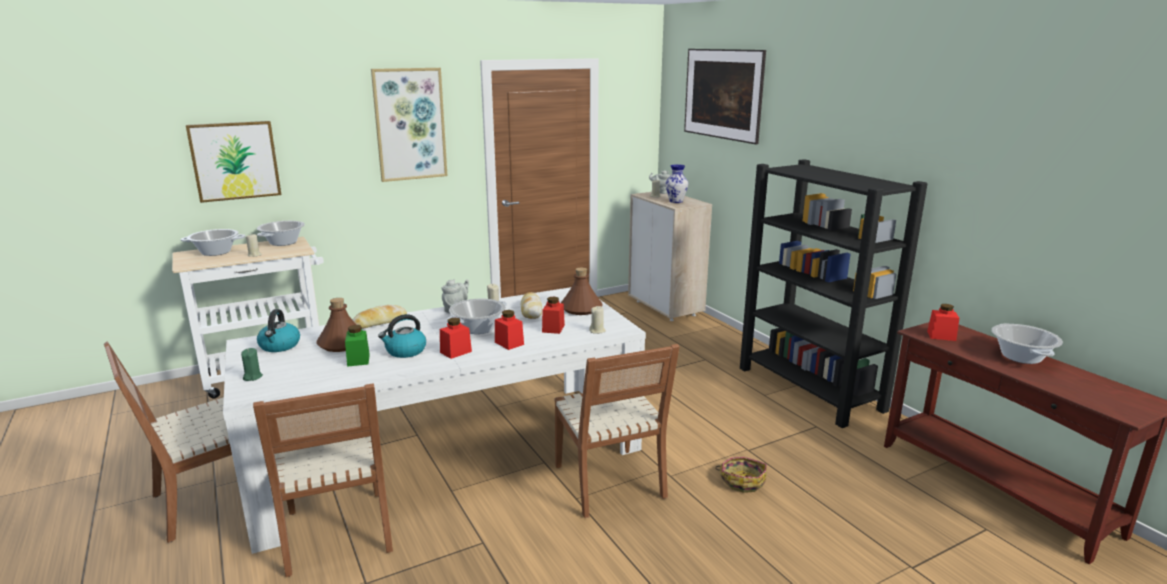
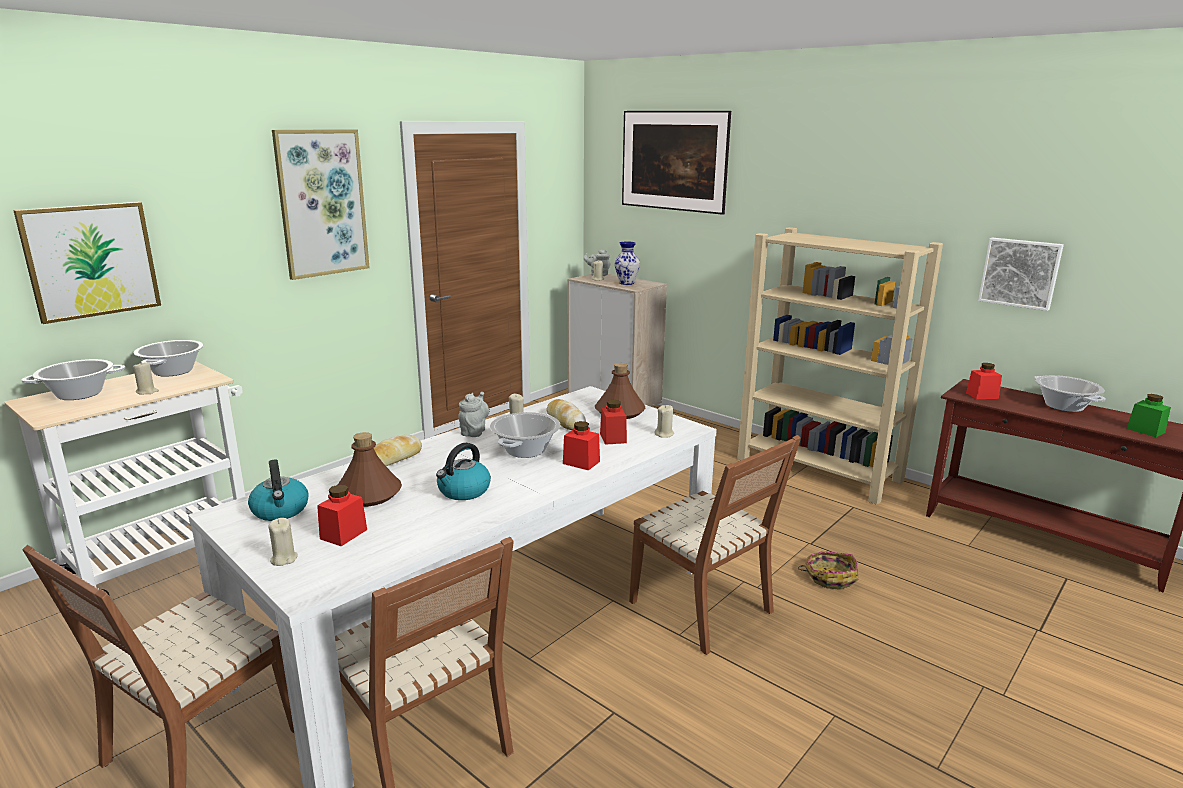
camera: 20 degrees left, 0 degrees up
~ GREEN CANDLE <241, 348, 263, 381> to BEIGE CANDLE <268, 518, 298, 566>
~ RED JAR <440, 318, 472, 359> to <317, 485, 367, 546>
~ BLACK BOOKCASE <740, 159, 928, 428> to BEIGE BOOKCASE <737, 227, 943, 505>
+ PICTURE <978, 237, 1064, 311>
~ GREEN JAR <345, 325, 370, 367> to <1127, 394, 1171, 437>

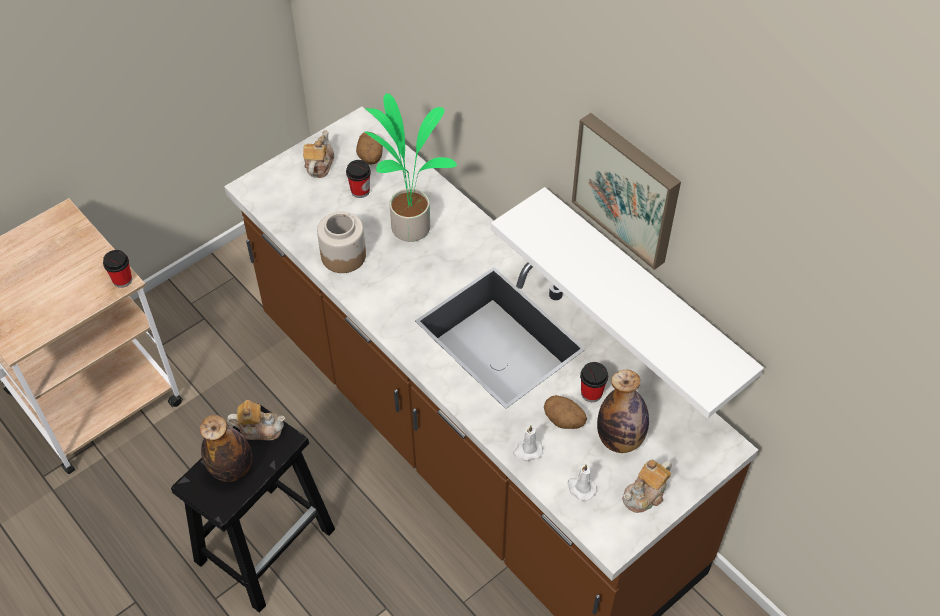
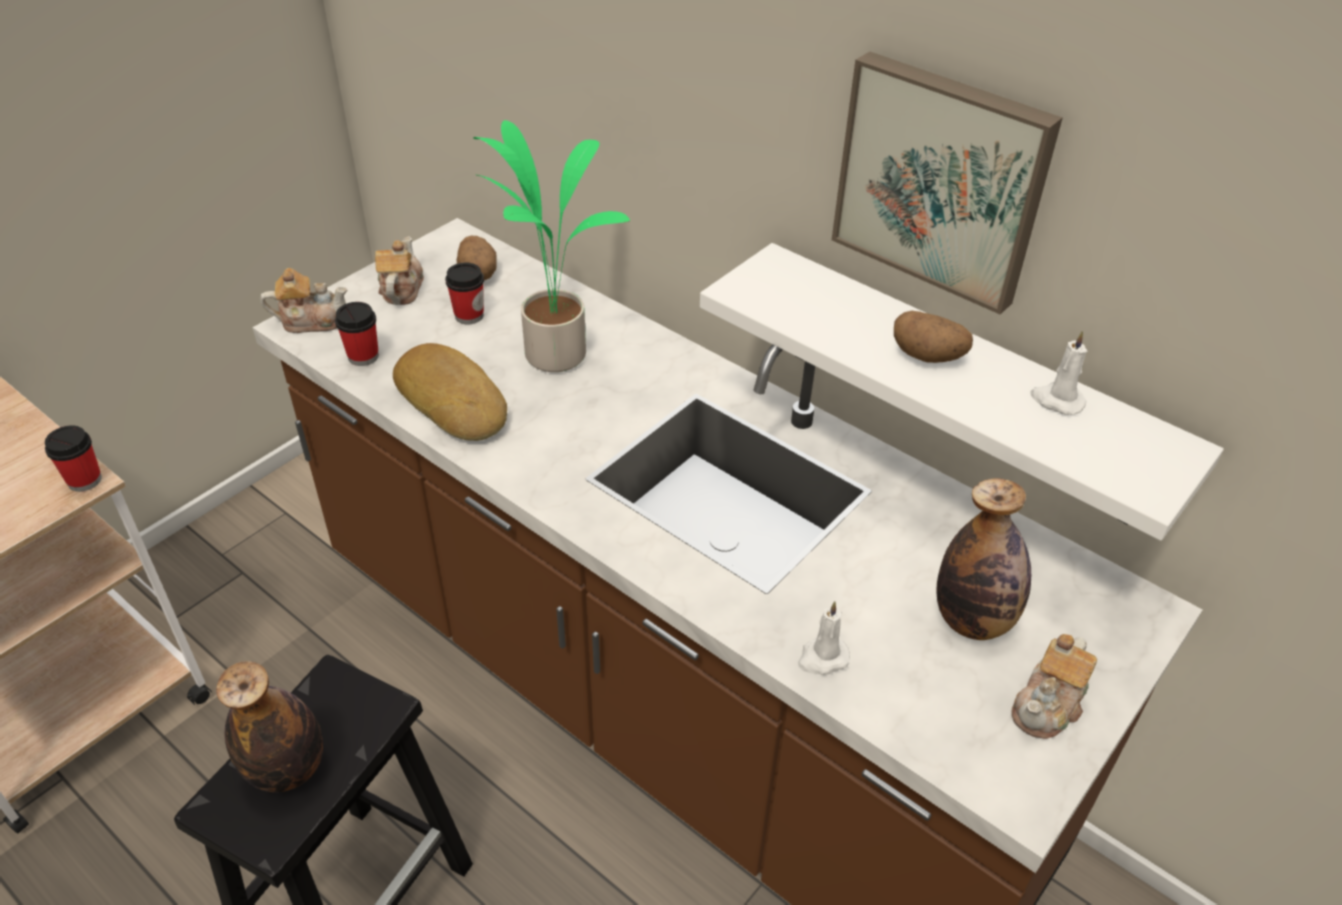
camera: 10 degrees left, 10 degrees down
~ TEAPOT <227, 400, 285, 440> to <261, 268, 348, 333>
~ CUP <580, 362, 608, 402> to <335, 302, 379, 366>
~ JAR <317, 212, 366, 273> to BREAD <393, 343, 507, 441>
~ POTATO <544, 395, 587, 429> to <894, 311, 973, 363>
~ WHITE CANDLE <567, 464, 597, 501> to <1030, 331, 1087, 415>

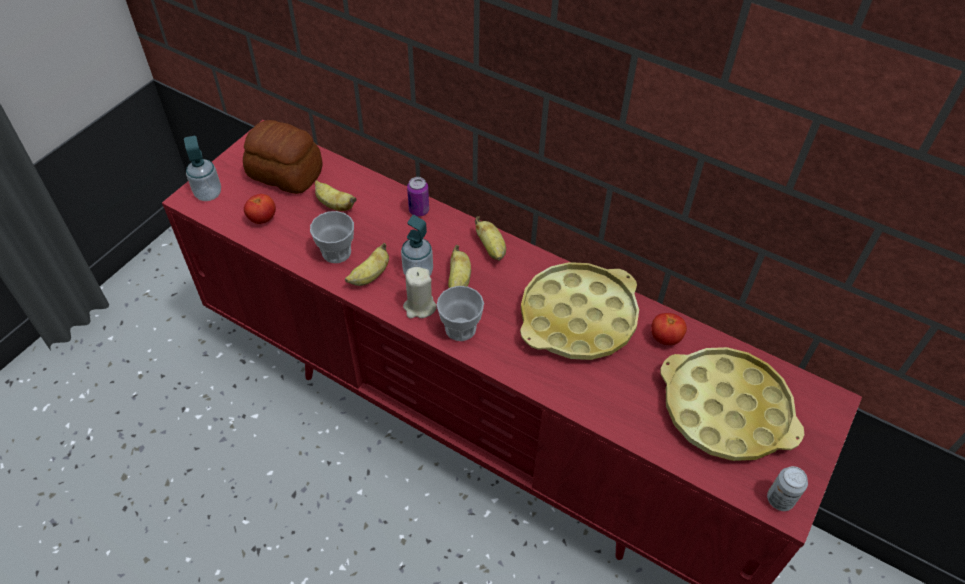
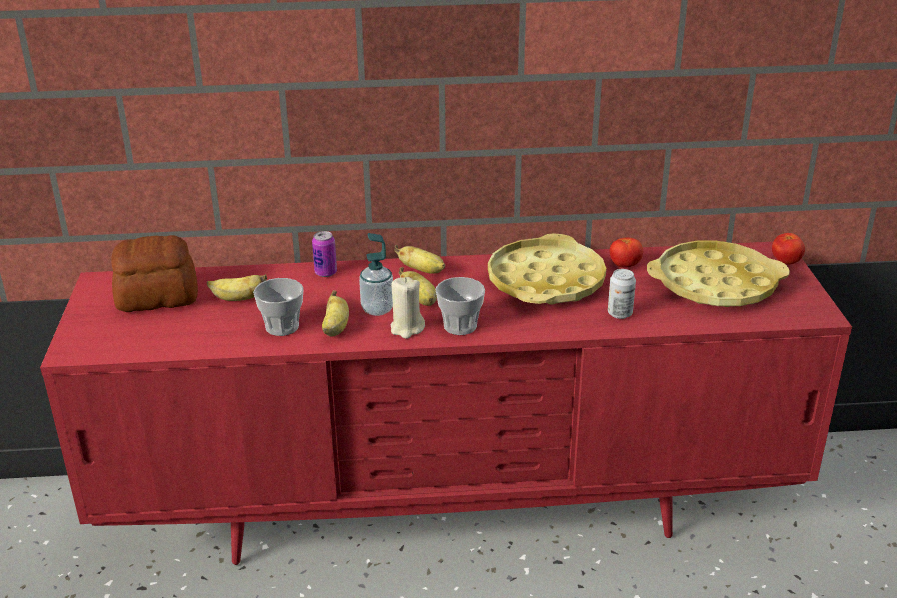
camera: 35 degrees left, 20 degrees down
~ CAN <767, 466, 808, 511> to <608, 269, 636, 319>
~ TOMATO <244, 194, 276, 224> to <772, 233, 805, 265>
- SOAP DISPENSER <184, 136, 221, 201>

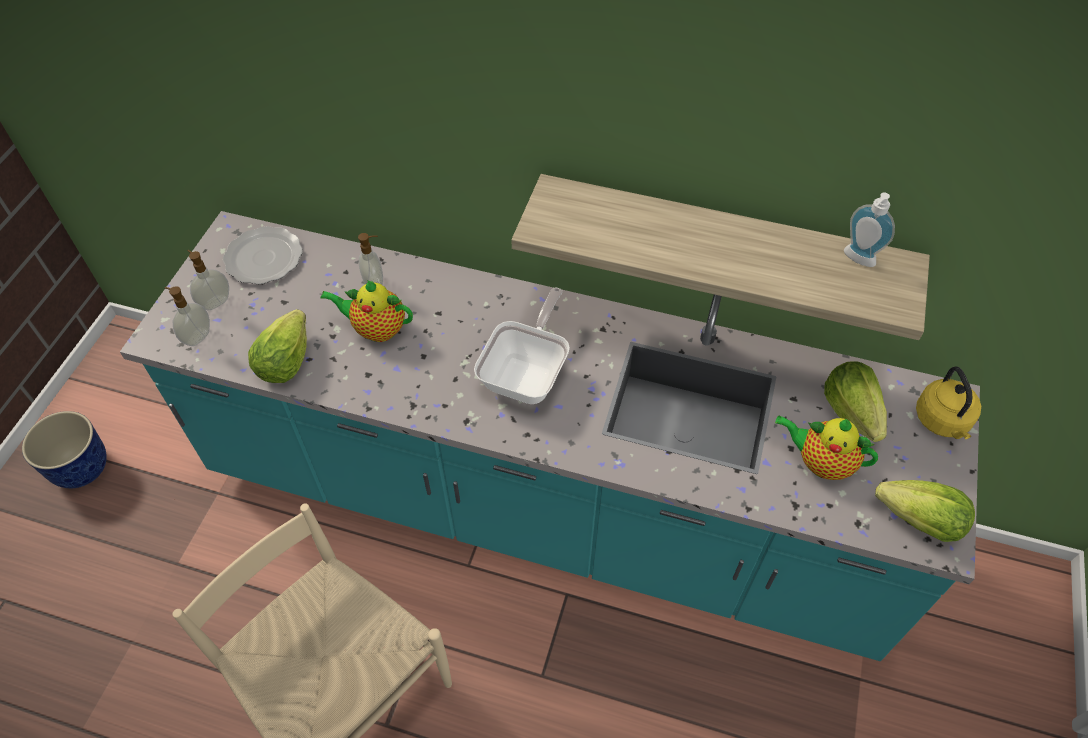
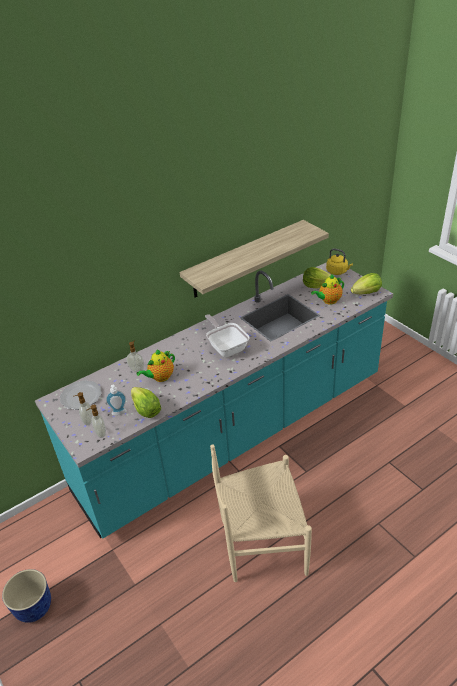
camera: 50 degrees left, 15 degrees down
~ SOAP DISPENSER <844, 193, 895, 267> to <106, 385, 127, 416>

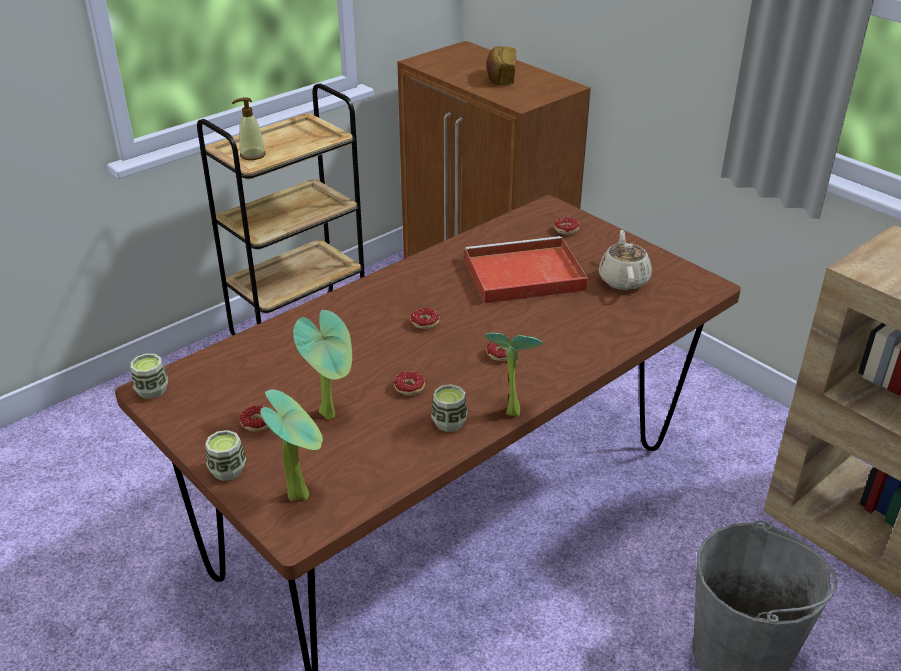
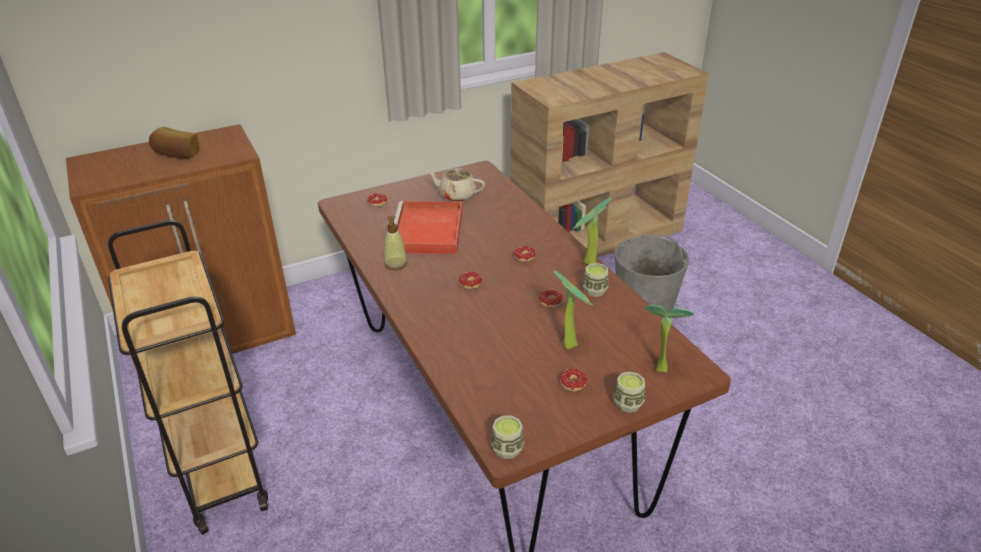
camera: 75 degrees left, 0 degrees up
~ SOAP DISPENSER <232, 97, 265, 160> to <384, 216, 407, 270>

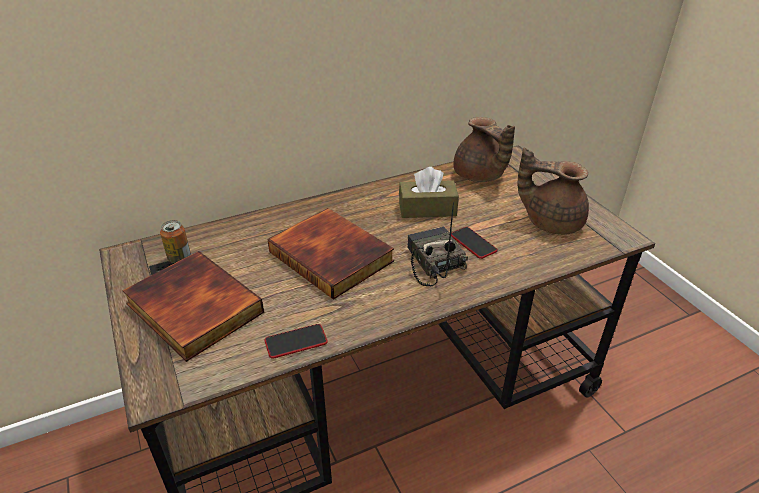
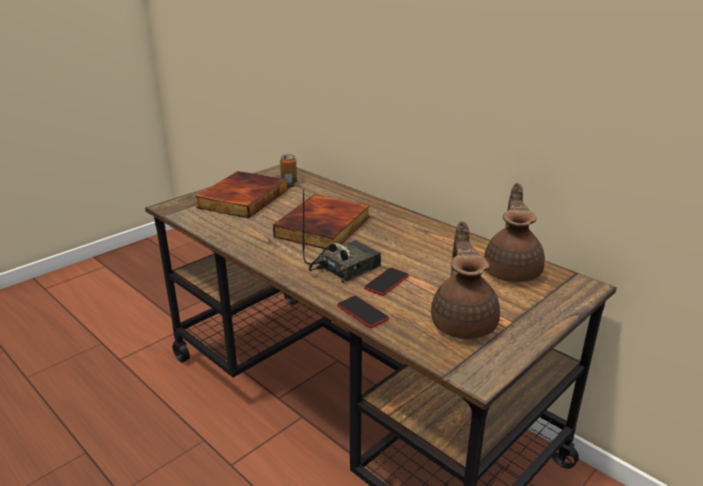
camera: 70 degrees right, 10 degrees down
~ PHONE <265, 324, 328, 359> to <337, 296, 389, 328>
~ BROWN TEAPOT <453, 117, 515, 182> = <484, 183, 545, 282> 150 degrees clockwise
- BROWN TISSUE BOX <399, 167, 459, 218>

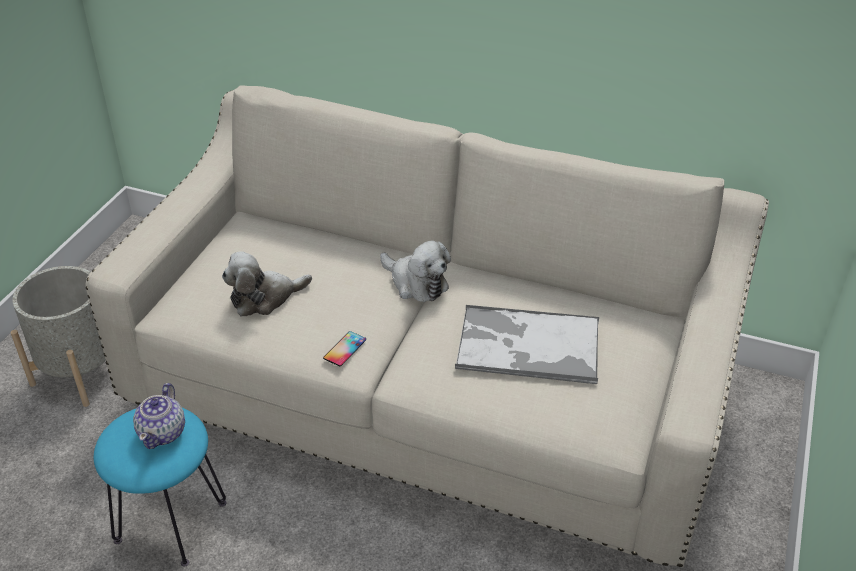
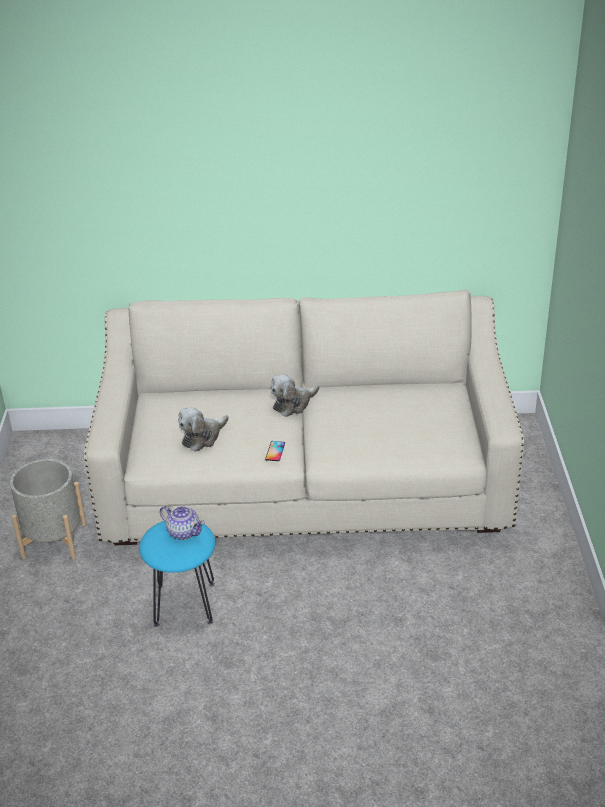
camera: 20 degrees left, 5 degrees down
~ TEAPOT <133, 383, 185, 449> = <160, 506, 205, 540> 45 degrees counterclockwise
~ PLUSH TOY <380, 240, 451, 302> = <271, 375, 320, 417> 120 degrees clockwise
- TRAY <455, 305, 599, 384>

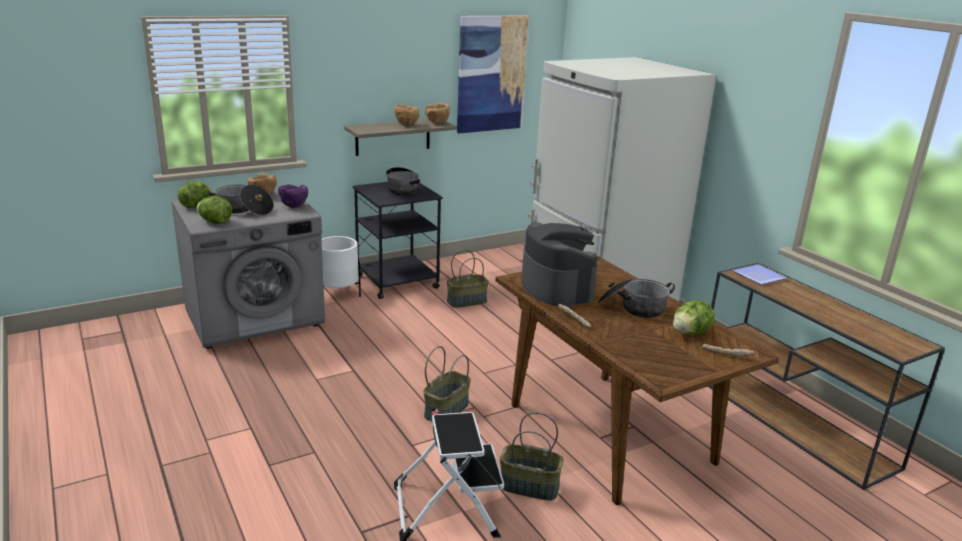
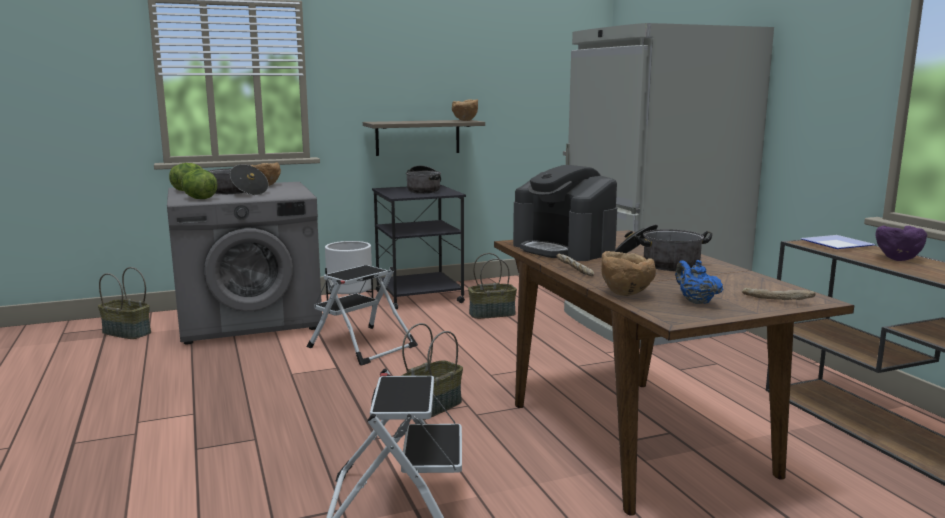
camera: 10 degrees right, 10 degrees down
~ BASKET <500, 412, 564, 501> to <98, 267, 151, 339>
+ STEP LADDER <307, 265, 418, 365>
~ COFFEE MACHINE <521, 222, 597, 306> = <513, 165, 617, 261> 150 degrees clockwise
~ BROWN BOWL <395, 104, 419, 126> to <601, 251, 656, 296>
+ BLUE TEAPOT <675, 260, 723, 304>
~ PURPLE BOWL <278, 184, 308, 208> to <876, 225, 927, 261>
- PICTURE <457, 15, 529, 133>
- LETTUCE <673, 300, 715, 335>

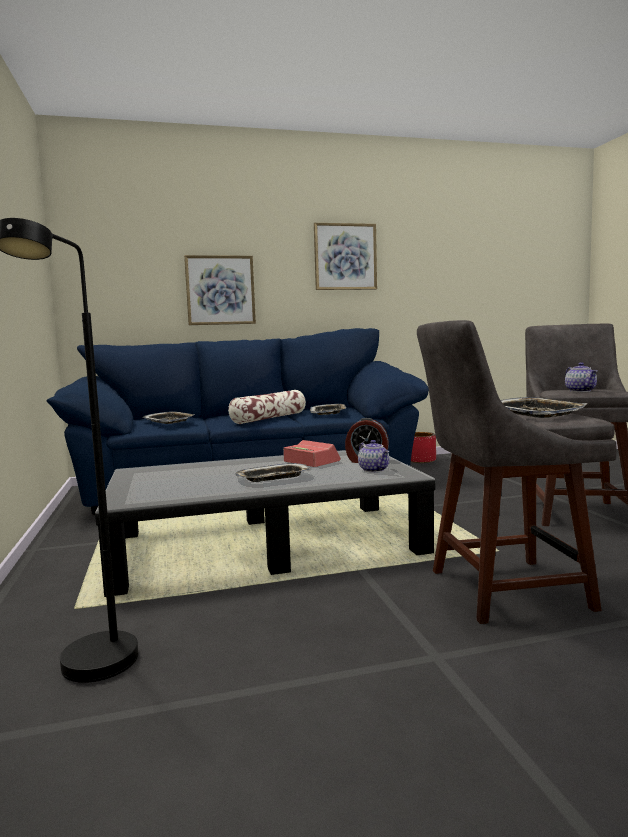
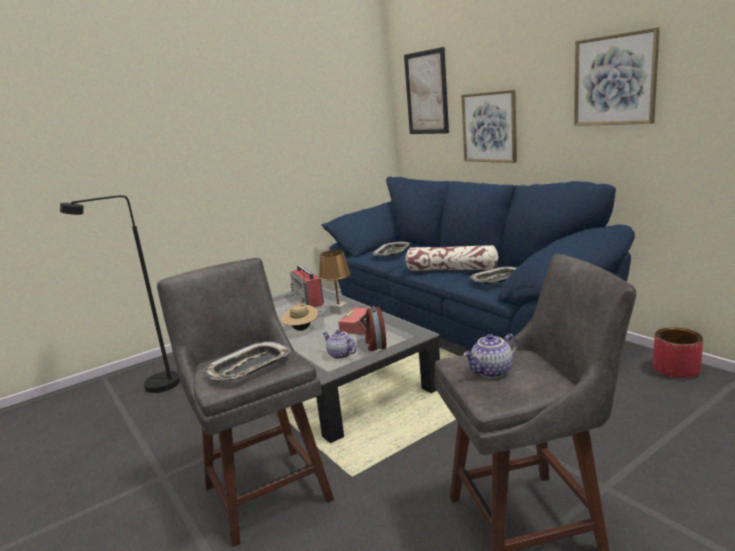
camera: 70 degrees right, 10 degrees up
~ TRAY <235, 463, 311, 482> to BEIGE HAT <280, 304, 318, 331>
+ RADIO <290, 265, 324, 307>
+ BROWN TABLE LAMP <319, 250, 350, 314>
~ TEAPOT <358, 440, 389, 473> = <322, 330, 357, 359> 90 degrees clockwise
+ PICTURE <404, 47, 449, 134>

